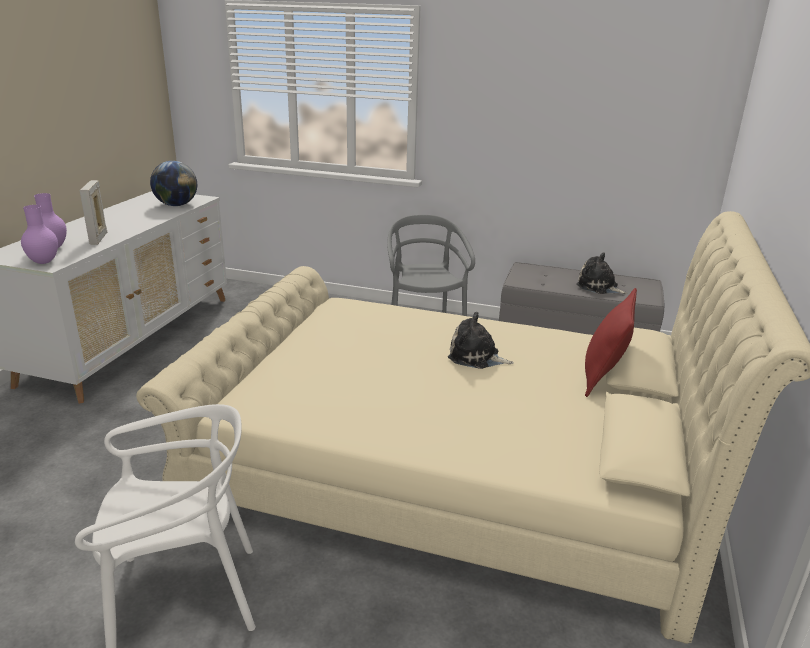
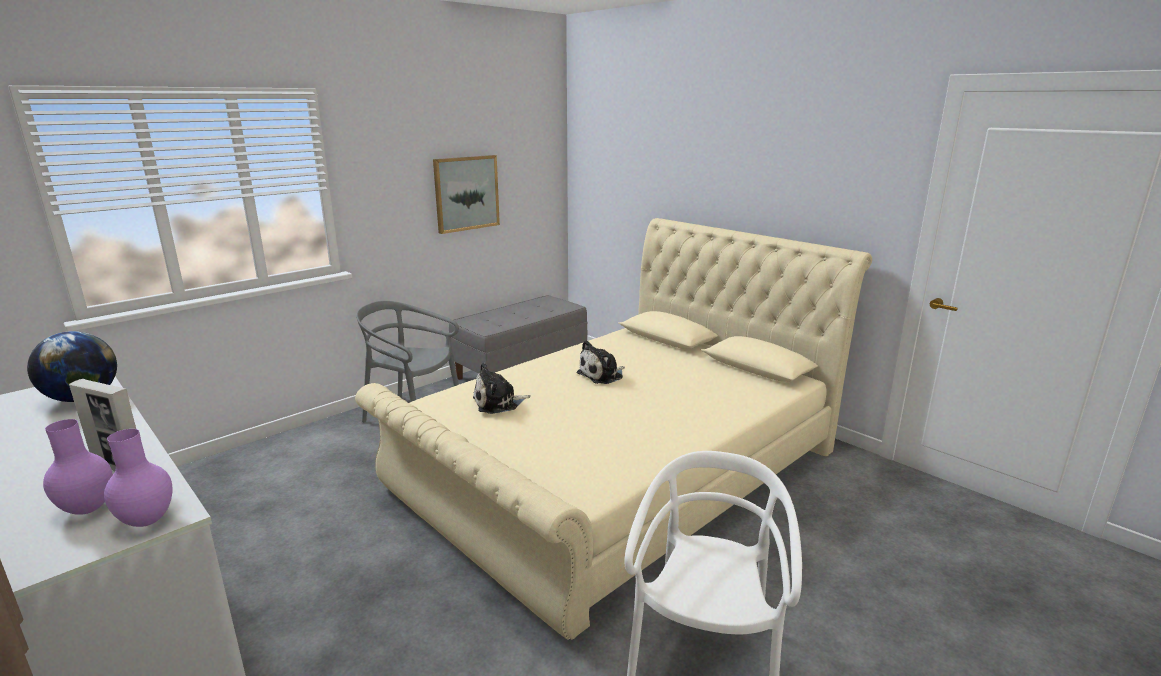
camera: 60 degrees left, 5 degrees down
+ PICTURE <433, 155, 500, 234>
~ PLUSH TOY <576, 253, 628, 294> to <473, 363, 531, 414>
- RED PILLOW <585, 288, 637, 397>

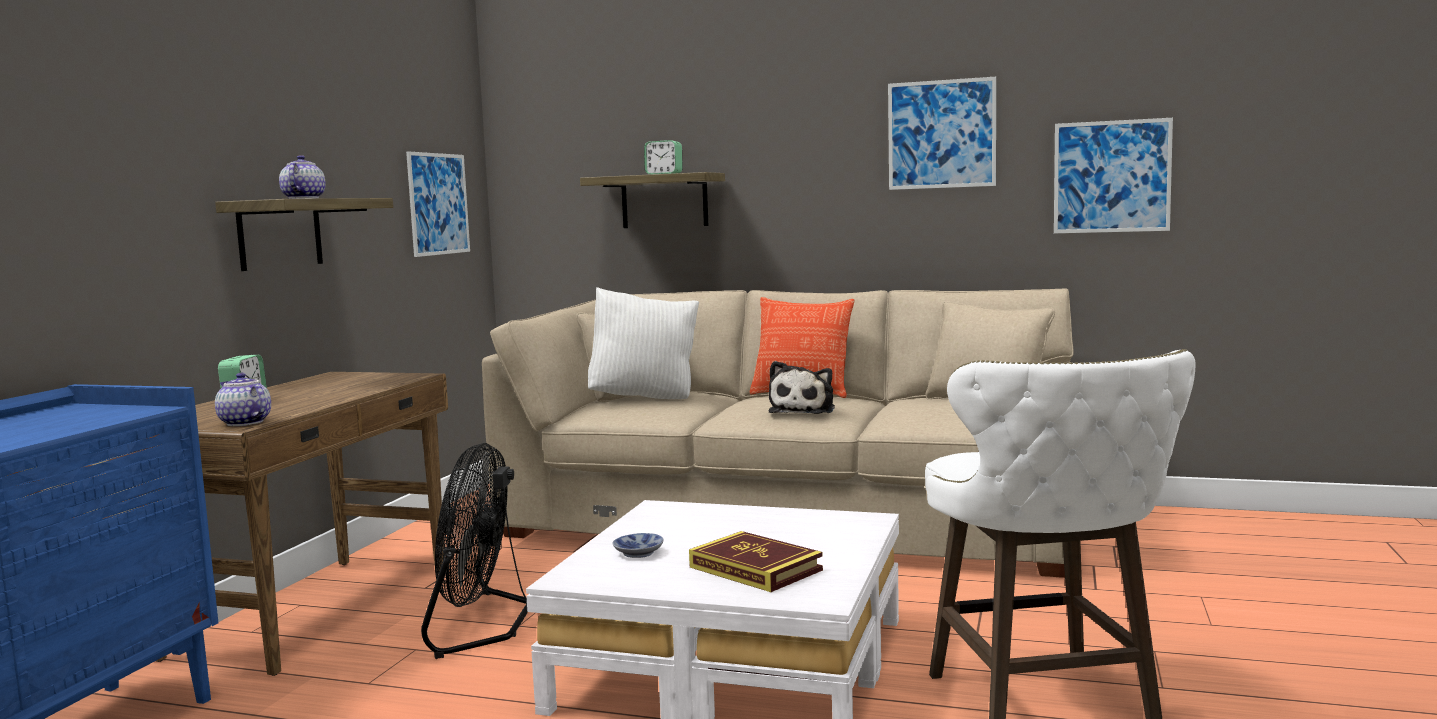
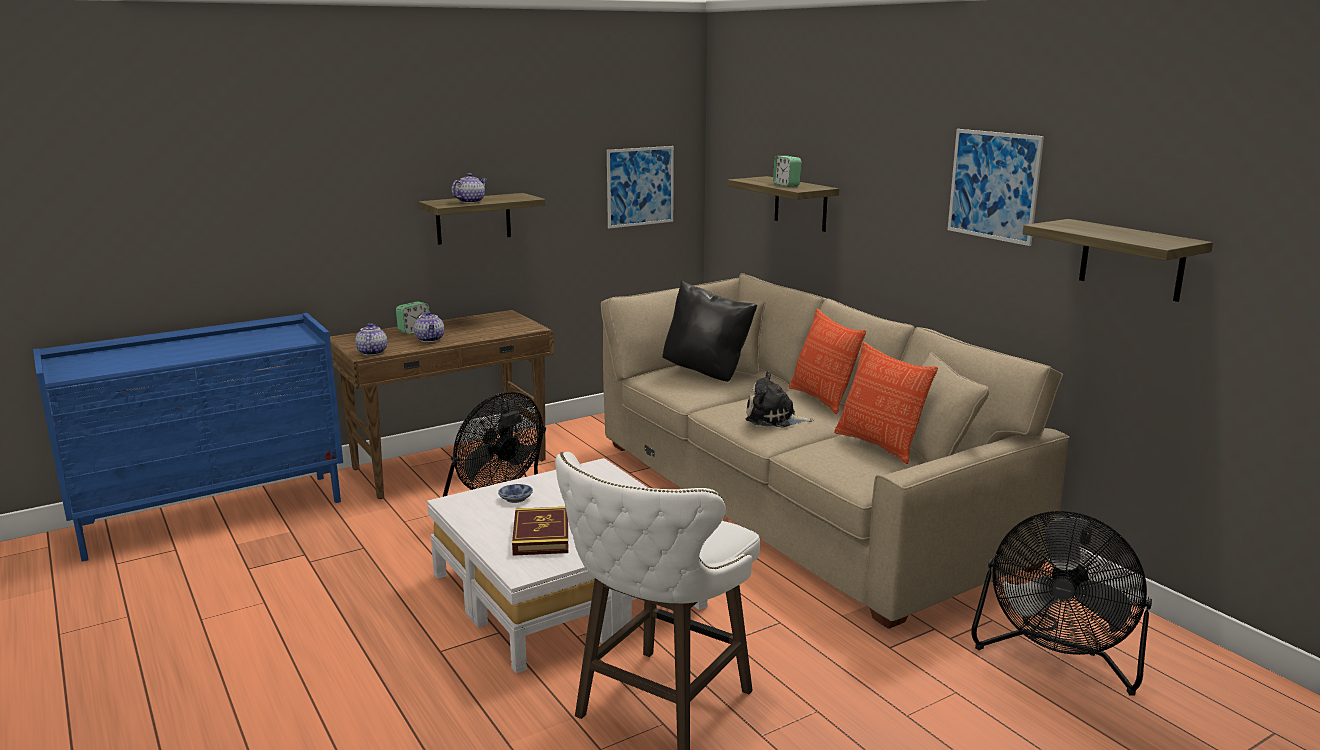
camera: 40 degrees right, 10 degrees up
+ TEAPOT <414, 311, 444, 342>
~ WHITE PILLOW <588, 287, 699, 399> to BLACK PILLOW <662, 280, 757, 382>
~ PLUSH TOY <769, 361, 835, 414> = <746, 371, 814, 427> 45 degrees clockwise
+ ORANGE PILLOW <834, 342, 938, 464>
+ BLACK FAN <971, 511, 1152, 696>
~ PICTURE <1054, 118, 1173, 233> to SHELF <1023, 219, 1213, 302>

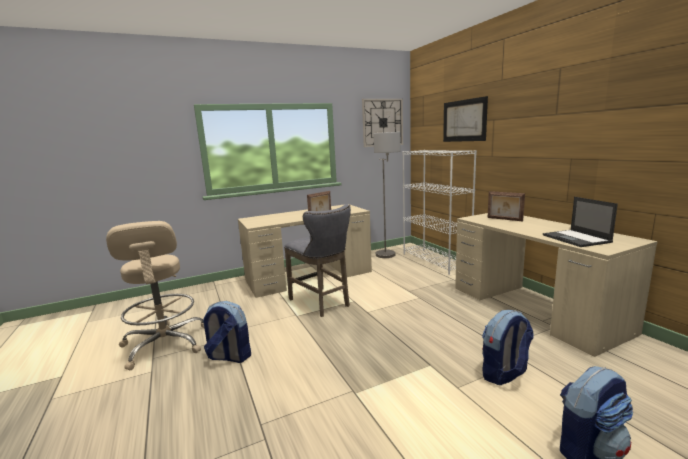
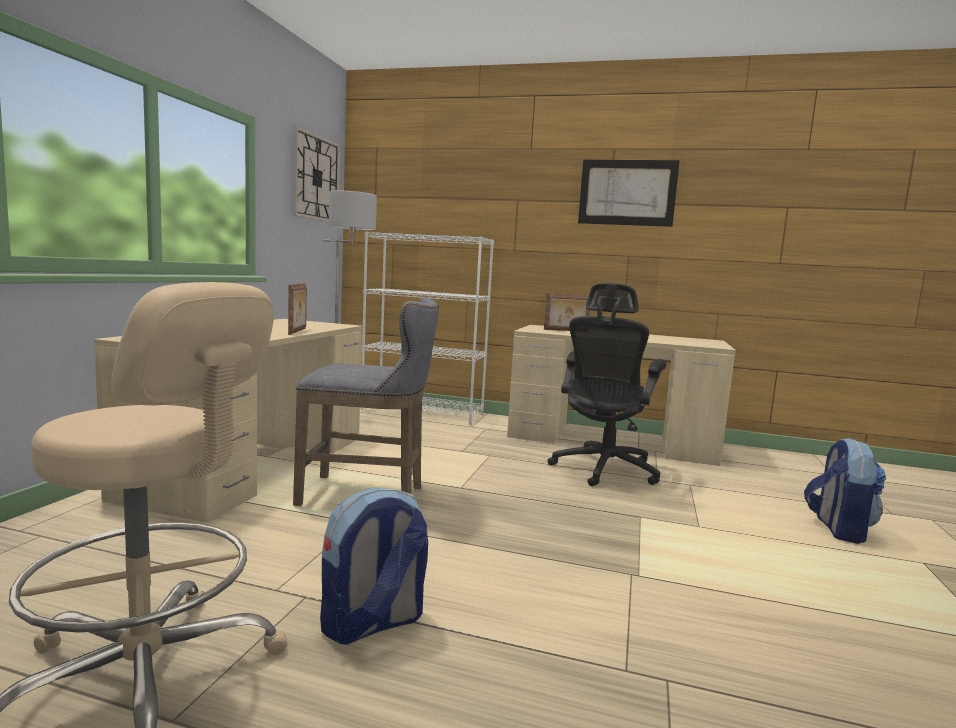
camera: 50 degrees left, 5 degrees down
+ OFFICE CHAIR <547, 283, 666, 486>
~ PICTURE <443, 96, 488, 142> to <578, 160, 680, 227>
- BACKPACK <482, 310, 534, 385>
- LAPTOP <543, 197, 618, 247>

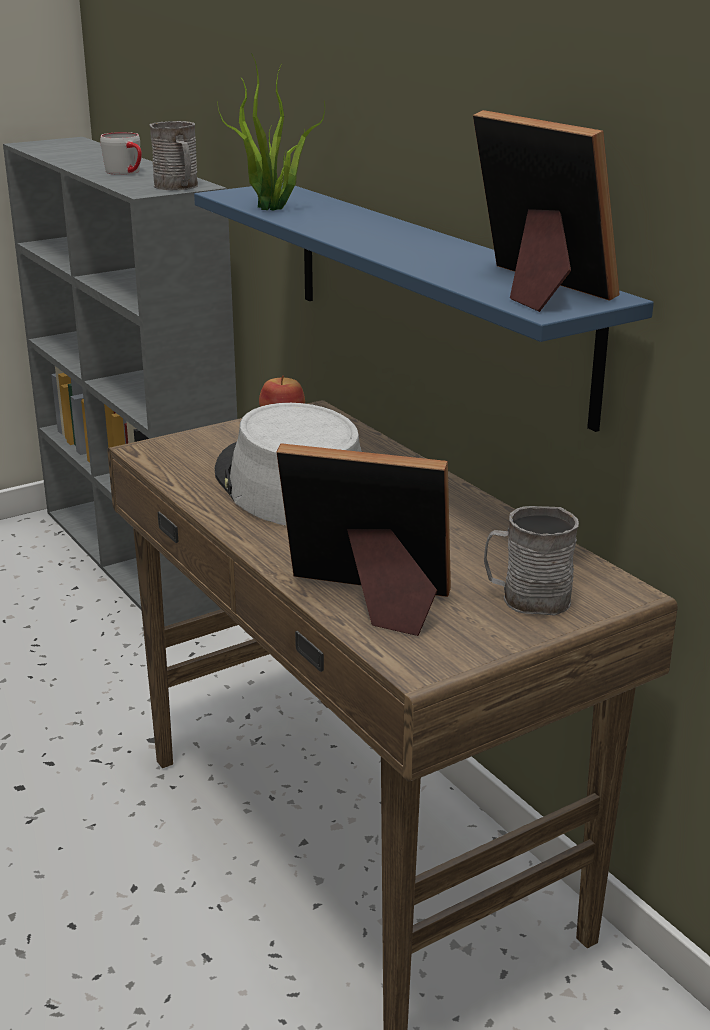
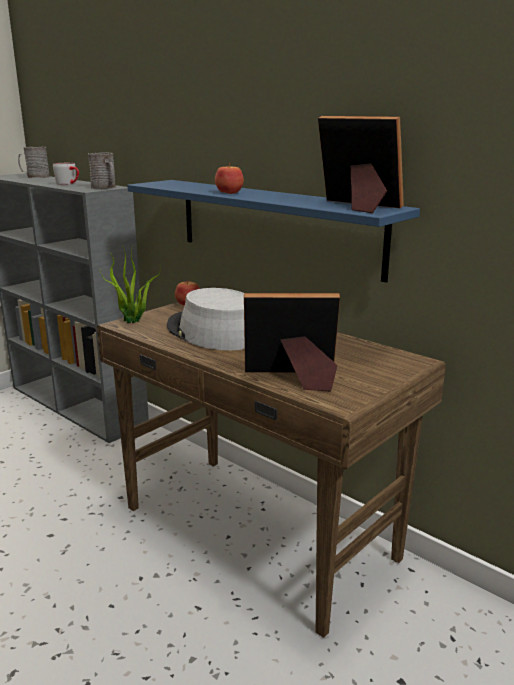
camera: 15 degrees left, 5 degrees down
~ GREY MUG <484, 506, 579, 616> to <18, 146, 50, 178>
~ POTTED PLANT <217, 53, 325, 211> to <100, 245, 161, 323>
+ APPLE <215, 163, 244, 194>

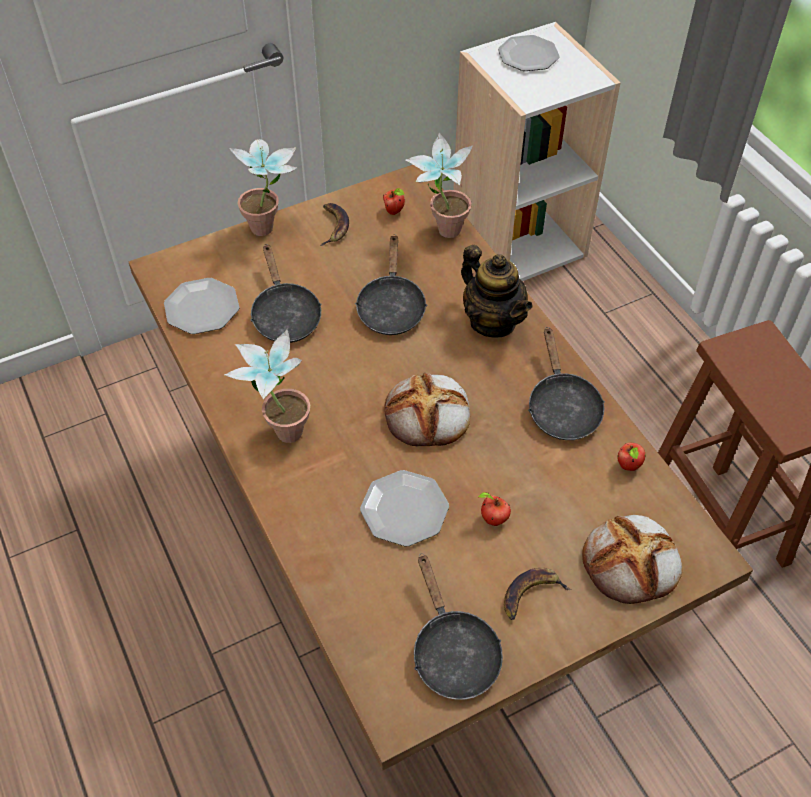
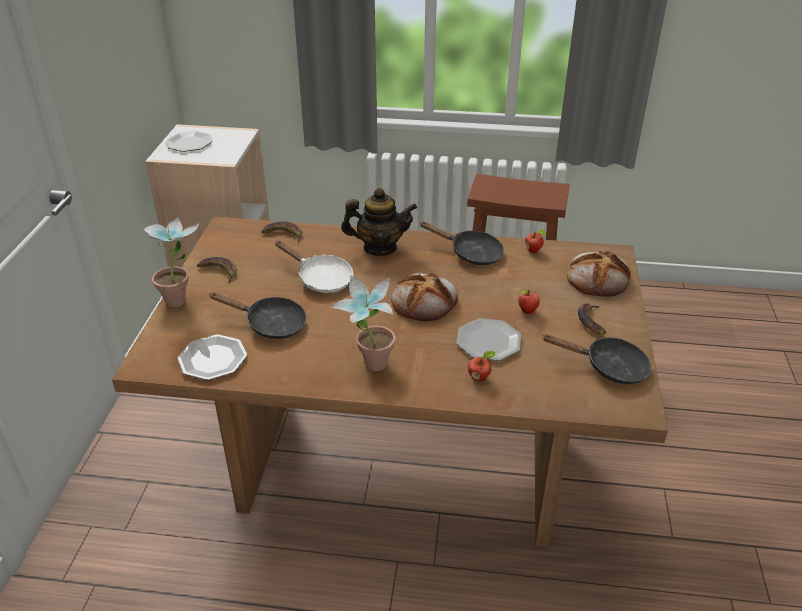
camera: 55 degrees left, 15 degrees down
~ POTTED PLANT <406, 133, 473, 238> to BANANA <261, 221, 302, 243>
~ BLACK FRYING PAN <355, 234, 427, 335> to WHITE FRYING PAN <275, 241, 353, 293>
~ APPLE <383, 188, 405, 215> to <468, 351, 496, 381>

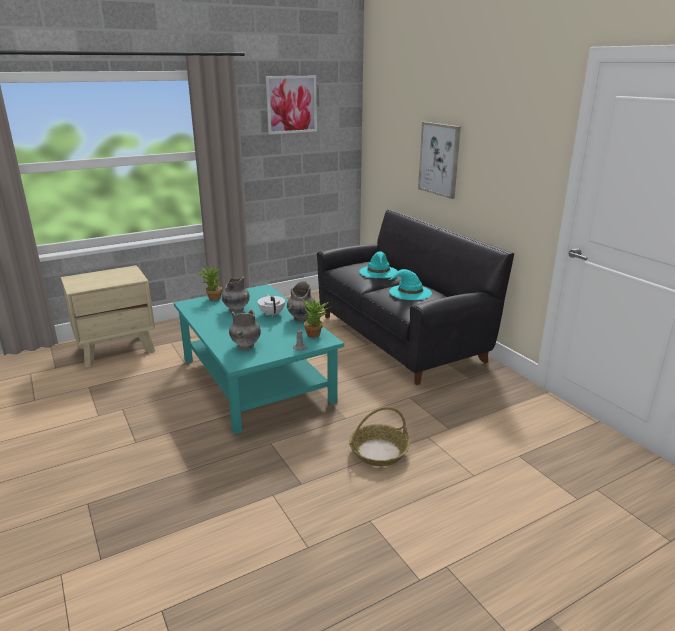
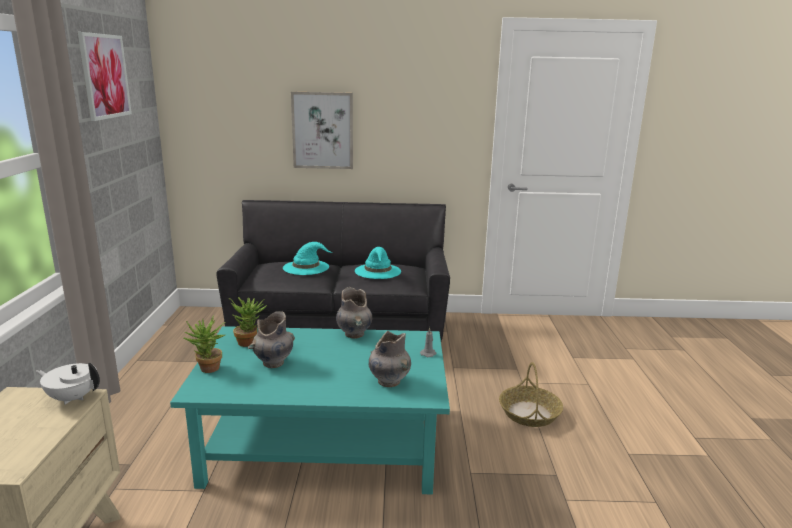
camera: 60 degrees left, 5 degrees down
~ WHITE TEAPOT <258, 293, 285, 317> to <36, 363, 100, 405>
~ POTTED PLANT <303, 296, 332, 338> to <228, 297, 267, 347>

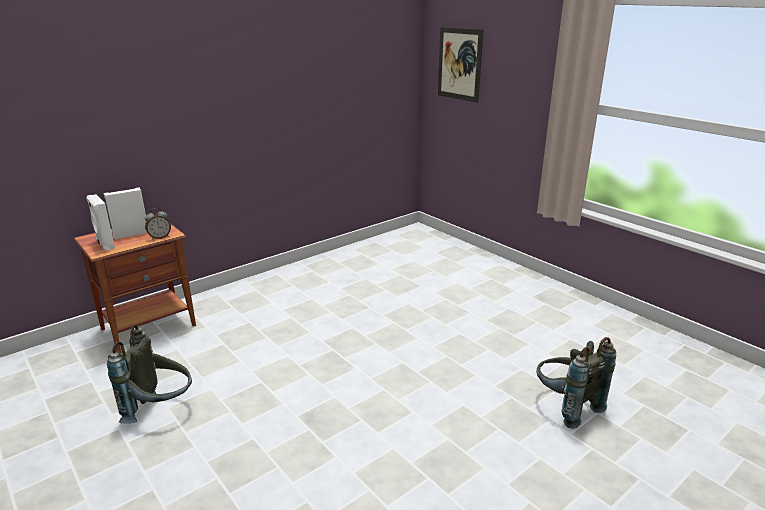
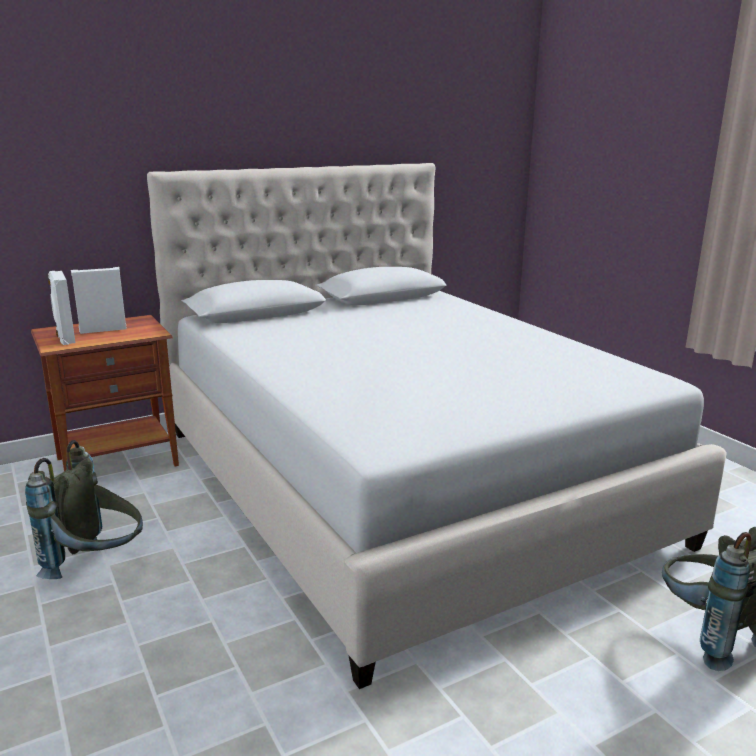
camera: 10 degrees right, 5 degrees down
+ WHITE BED <147, 163, 727, 689>
- ALARM CLOCK <145, 208, 171, 240>
- PICTURE <438, 27, 483, 103>

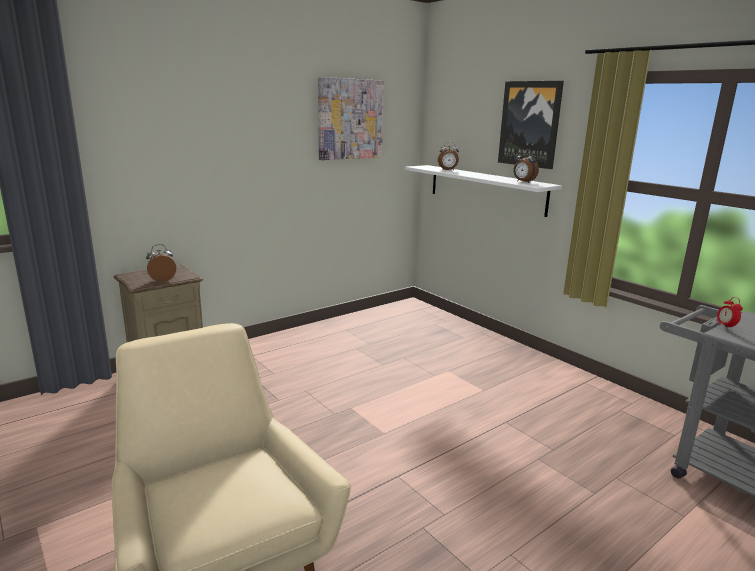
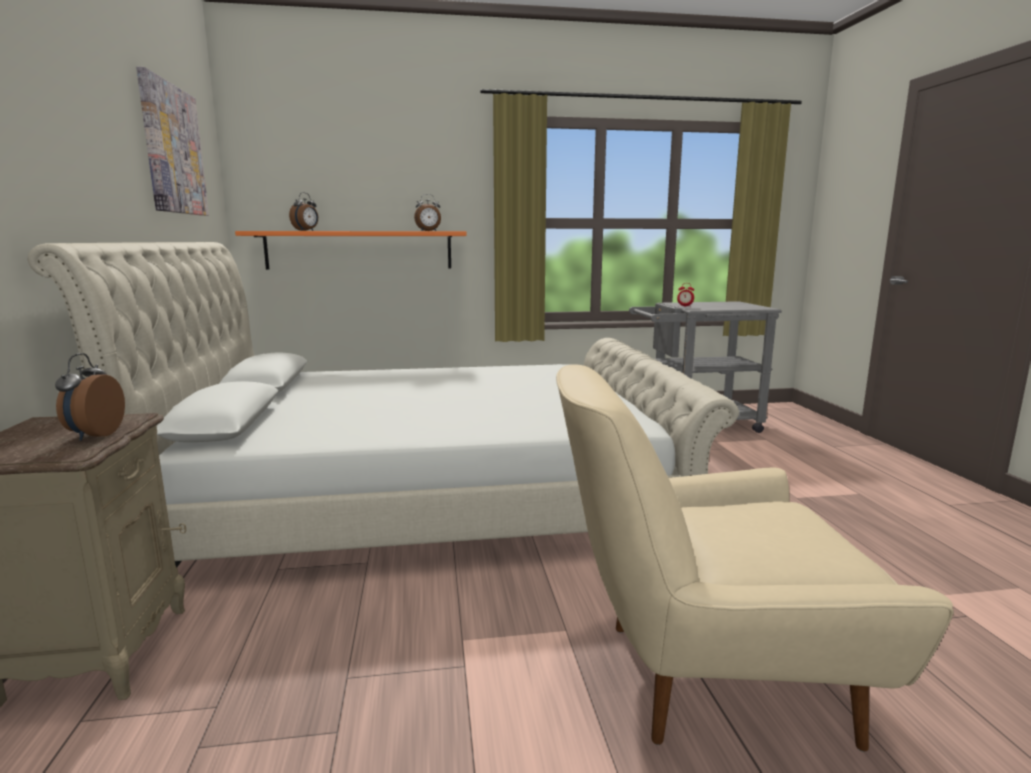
camera: 60 degrees left, 5 degrees down
+ BEIGE BED <27, 242, 739, 568>
~ WHITE SHELF <405, 165, 562, 217> to ORANGE SHELF <235, 231, 467, 270>
- PICTURE <498, 81, 564, 169>

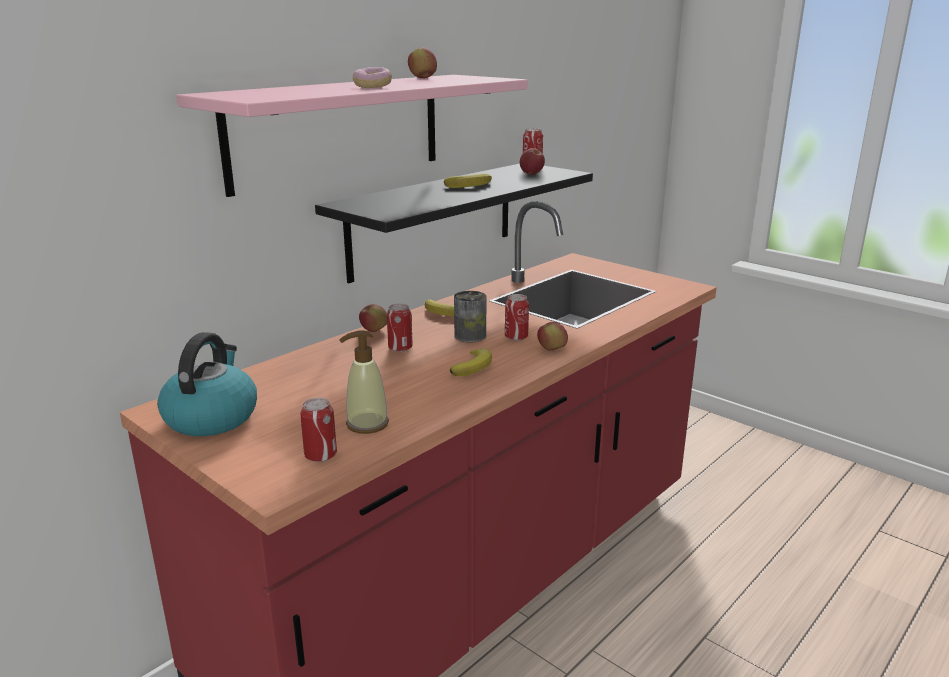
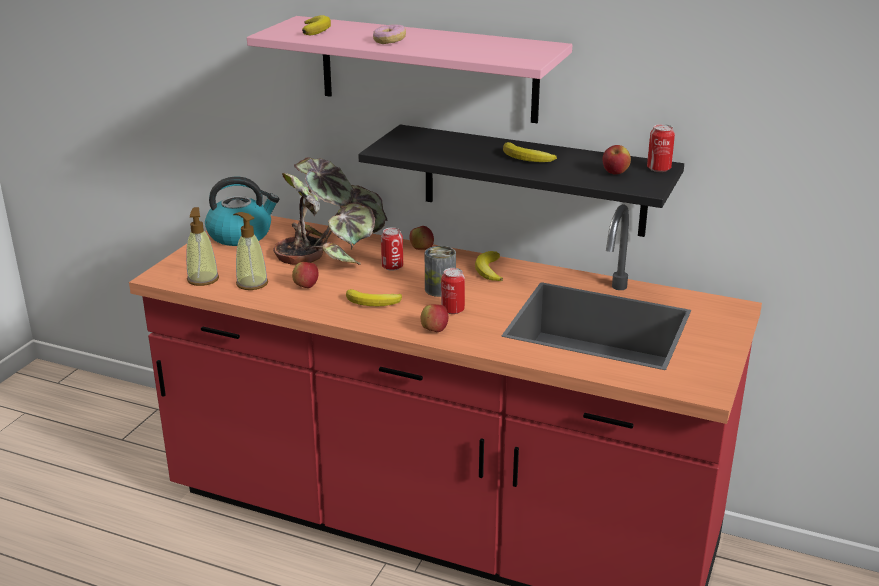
camera: 70 degrees right, 5 degrees up
~ CAN <300, 398, 337, 462> to SOAP DISPENSER <186, 207, 219, 286>
+ POTTED PLANT <273, 157, 388, 265>
~ APPLE <408, 47, 437, 78> to <292, 262, 319, 288>
+ BANANA <302, 15, 331, 36>

